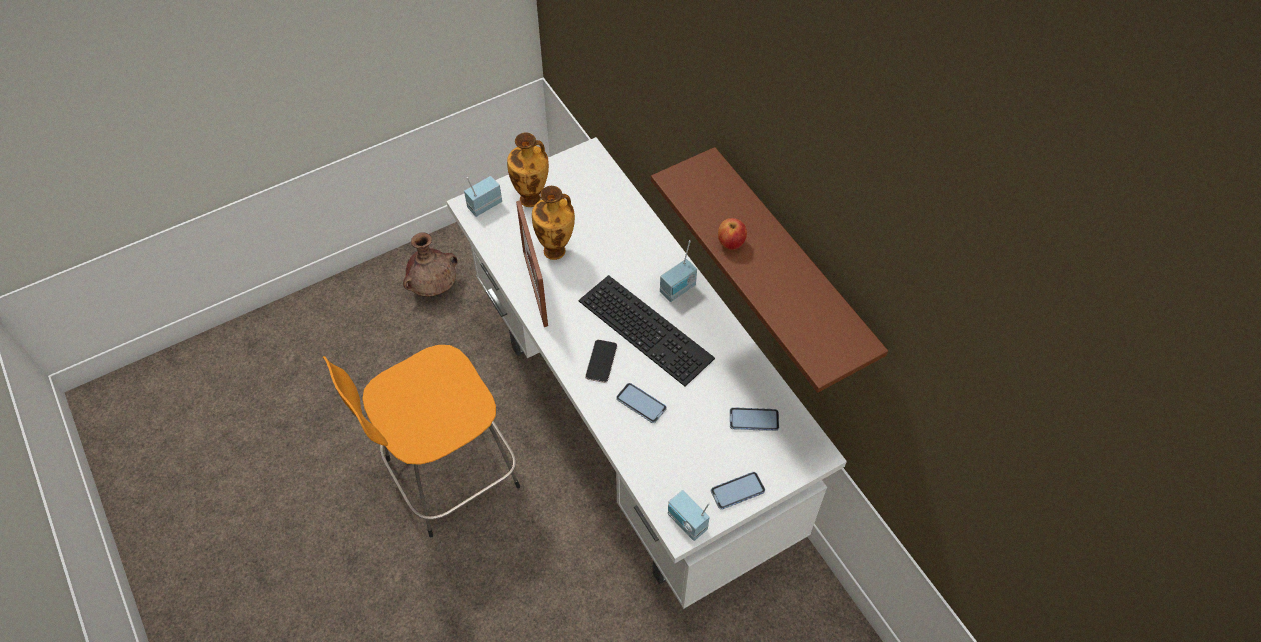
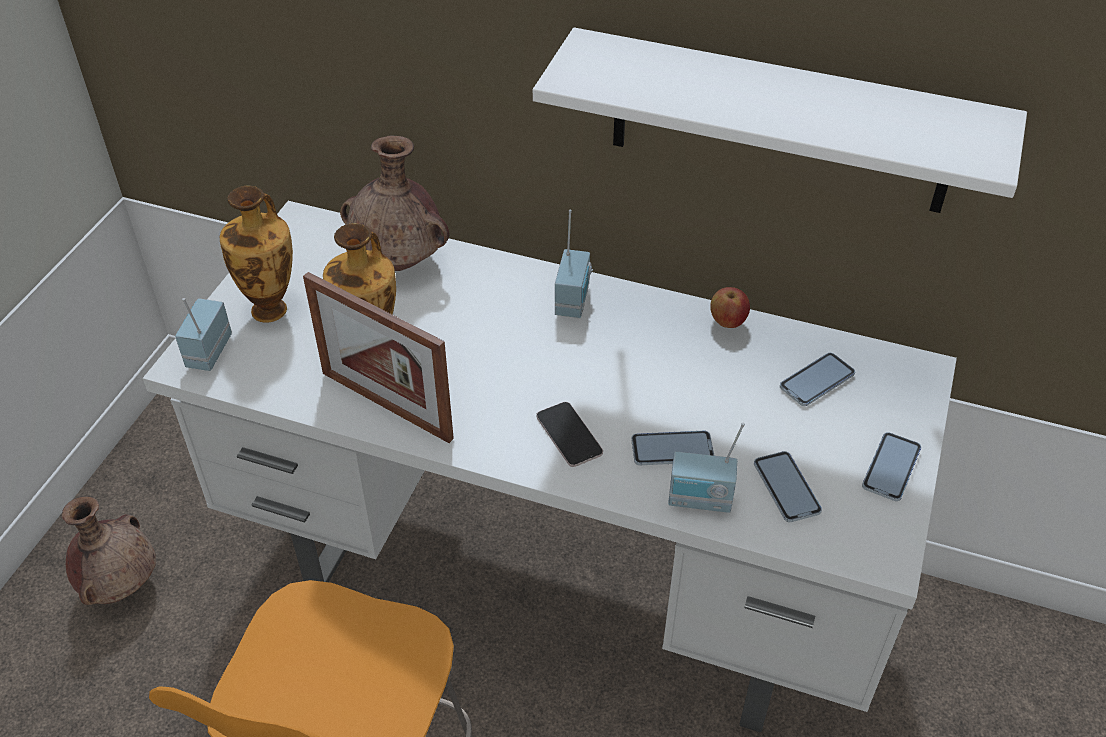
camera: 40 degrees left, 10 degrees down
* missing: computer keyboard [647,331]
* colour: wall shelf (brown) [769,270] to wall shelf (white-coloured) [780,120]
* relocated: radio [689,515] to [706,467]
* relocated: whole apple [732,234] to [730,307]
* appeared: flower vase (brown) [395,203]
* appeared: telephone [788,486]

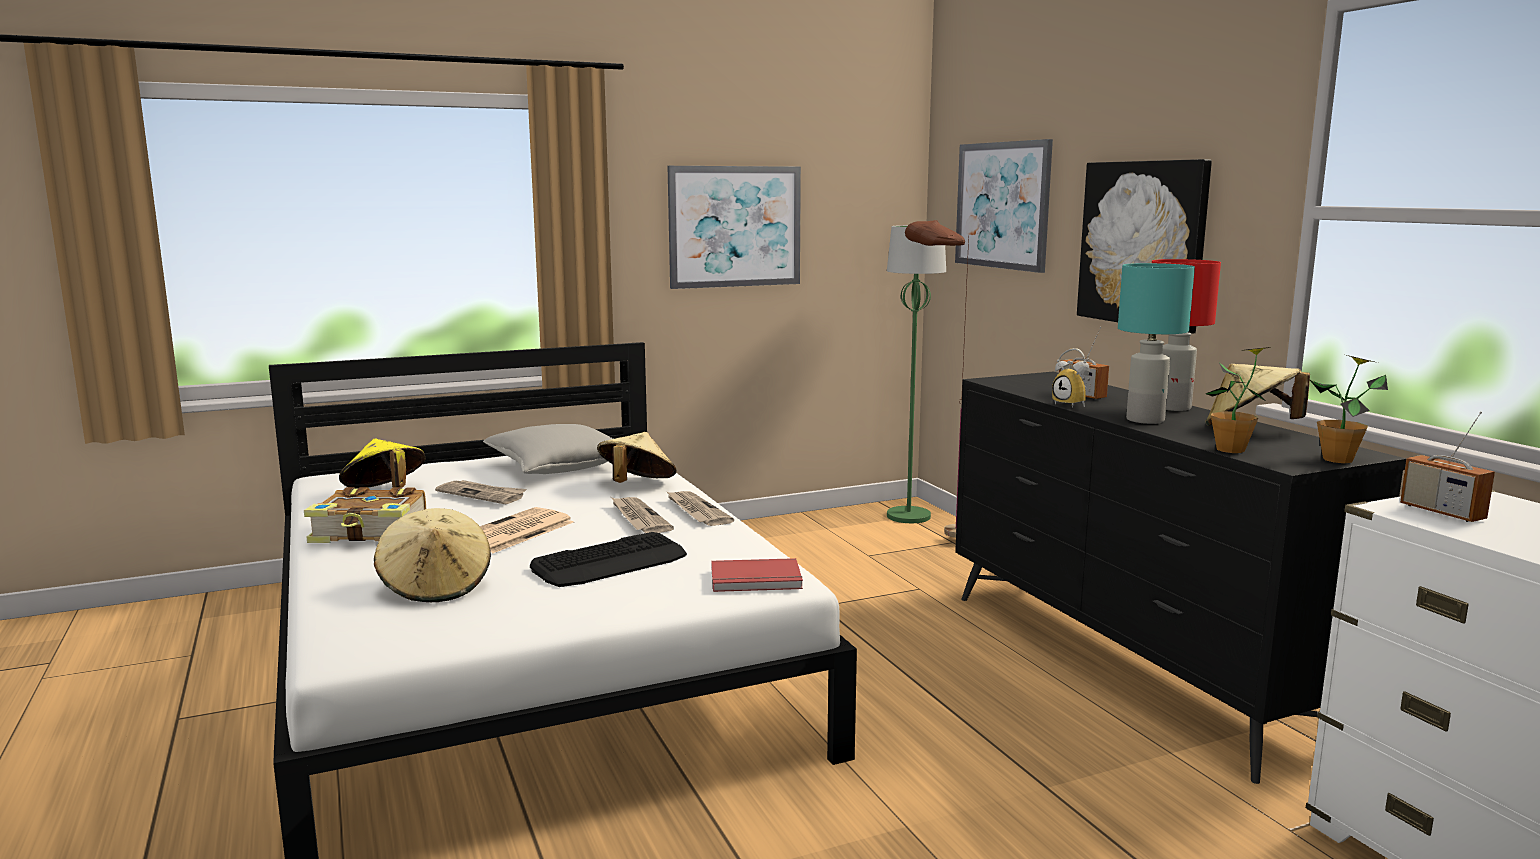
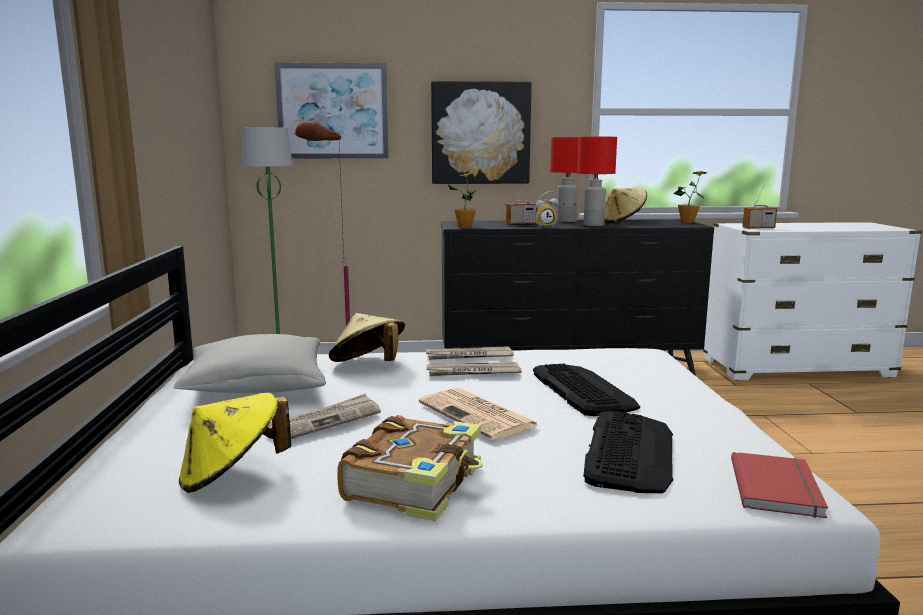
camera: 70 degrees left, 0 degrees up
* exchanged: clothing hat (beige-coloured) [432,555] to computer keyboard [628,452]
* missing: picture [734,227]
* relocated: volume (reddish) [757,575] to [779,485]
* colour: lamp for a table (turquoise) [1156,343] to lamp for a table (reddish) [597,181]
* relocated: potted plant [1238,400] to [462,200]

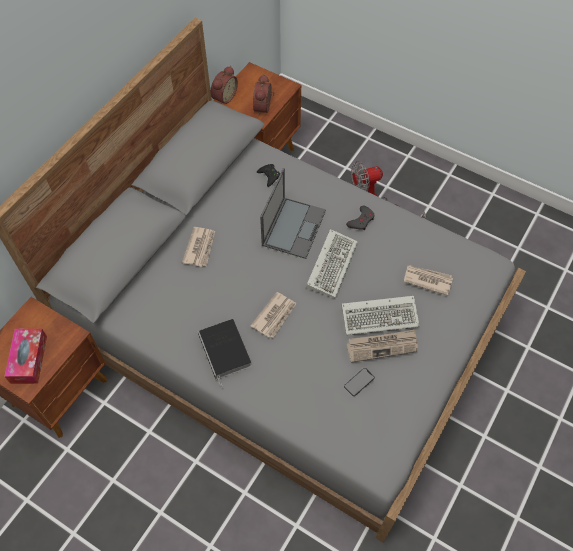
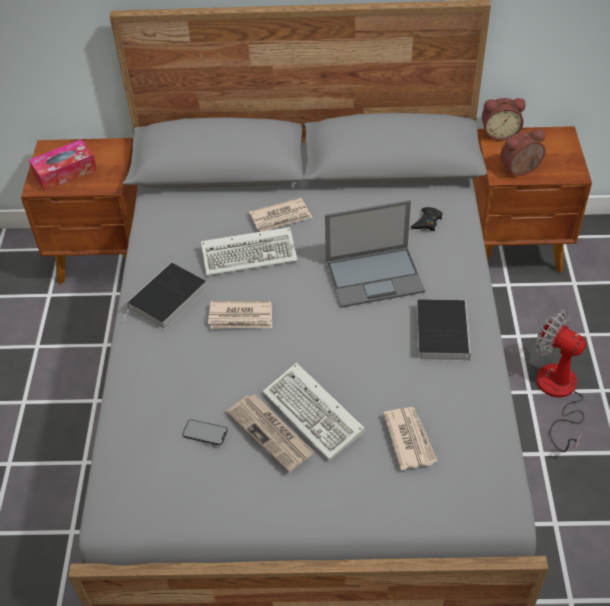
camera: 60 degrees right, 10 degrees down
* relocated: computer keyboard [332,263] to [249,251]
* exchanged: joypad (greyish) [360,218] to volume [443,330]

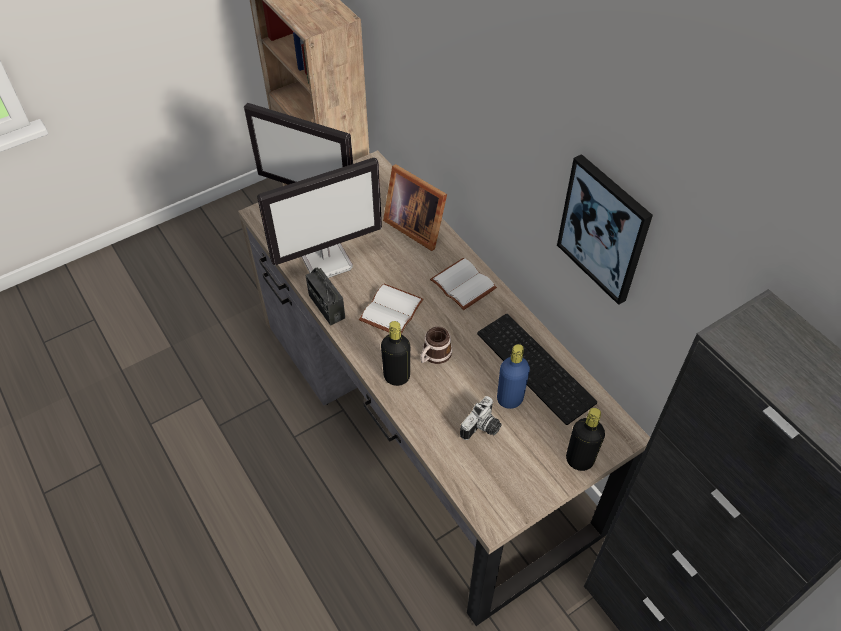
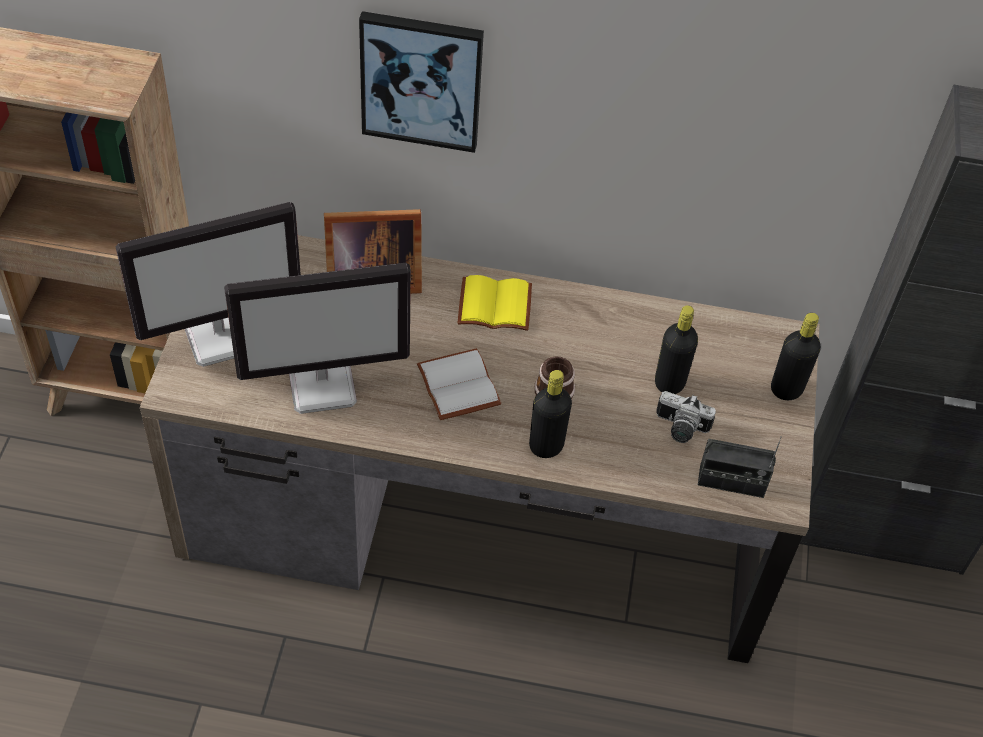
camera: 50 degrees left, 0 degrees up
* spun: monitor [319,217] = [317,338] 60 degrees clockwise
* relocated: radio [325,296] to [740,467]
* colour: volume (white-coloured) [463,284] to volume (yellow-coloured) [495,303]
* spun: still camera [481,418] = [686,417] 120 degrees clockwise
* missing: computer keyboard [537,369]
* colour: bottle (blue) [513,376] to bottle (black-coloured) [676,349]
* relocated: picture [605,229] to [421,82]

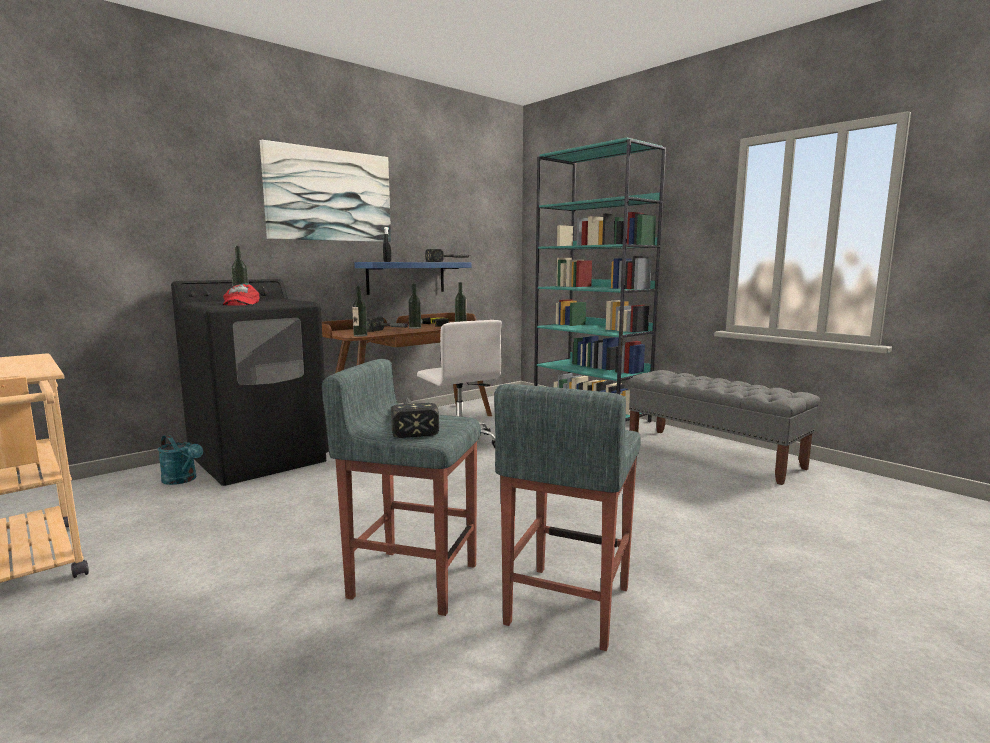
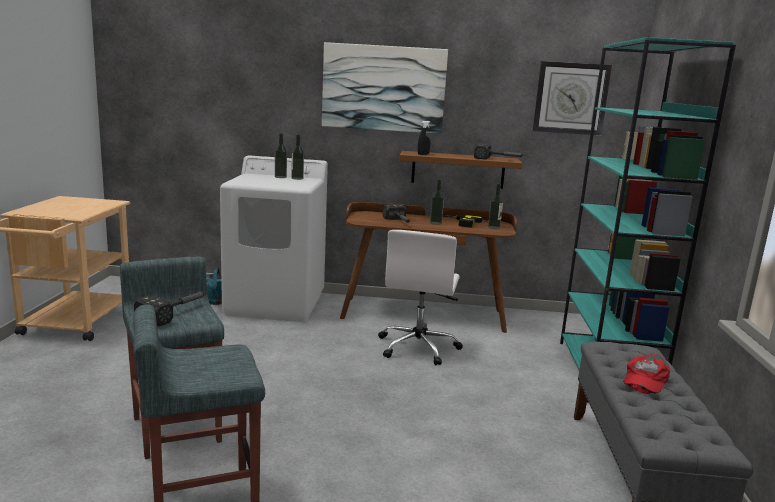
camera: 45 degrees right, 5 degrees up
* colour: laundry appliance (black-coloured) [250,382] to laundry appliance (white-coloured) [274,238]
* relocated: peaked cap (reddish) [241,294] to [647,374]
* relocated: bottle [359,311] to [297,157]
* colour: wall shelf (blue) [412,278] to wall shelf (brown) [460,170]
* appeared: hanging clock [572,98]

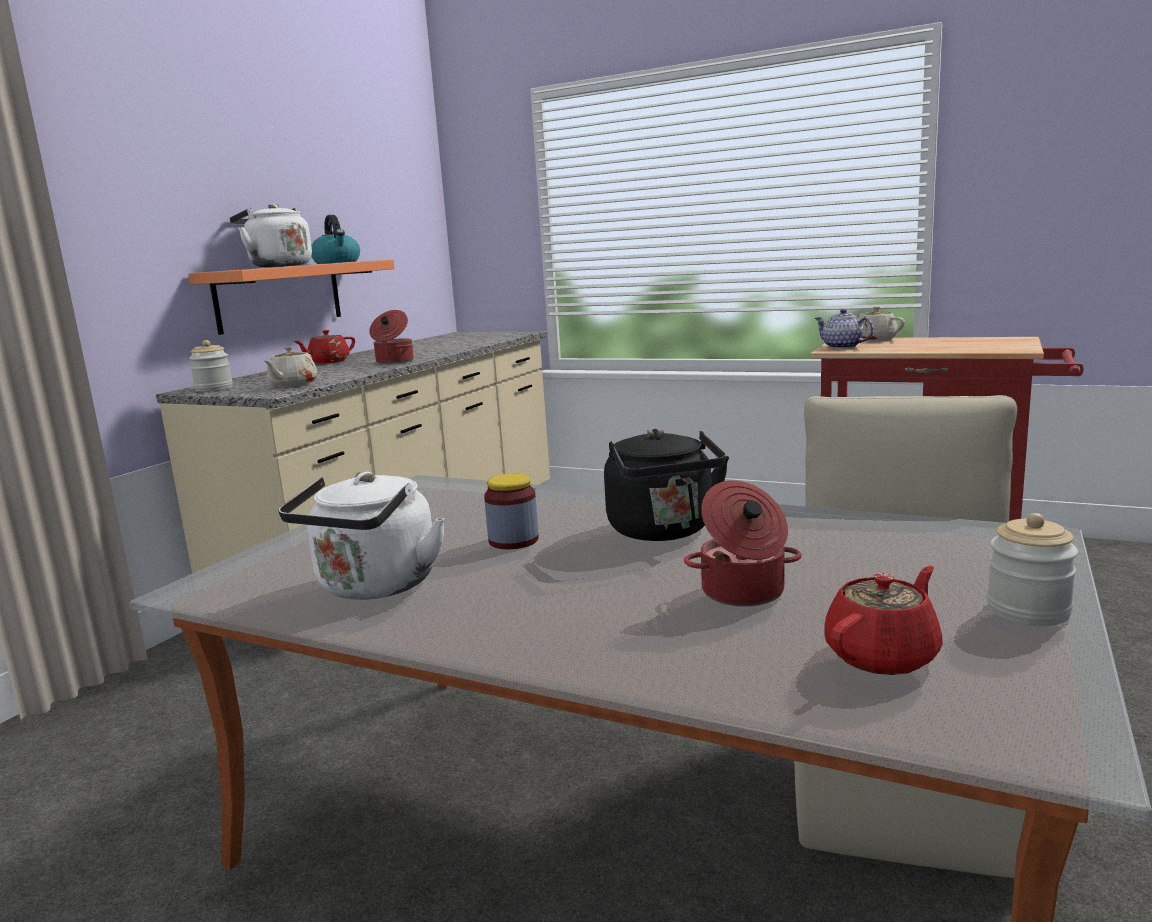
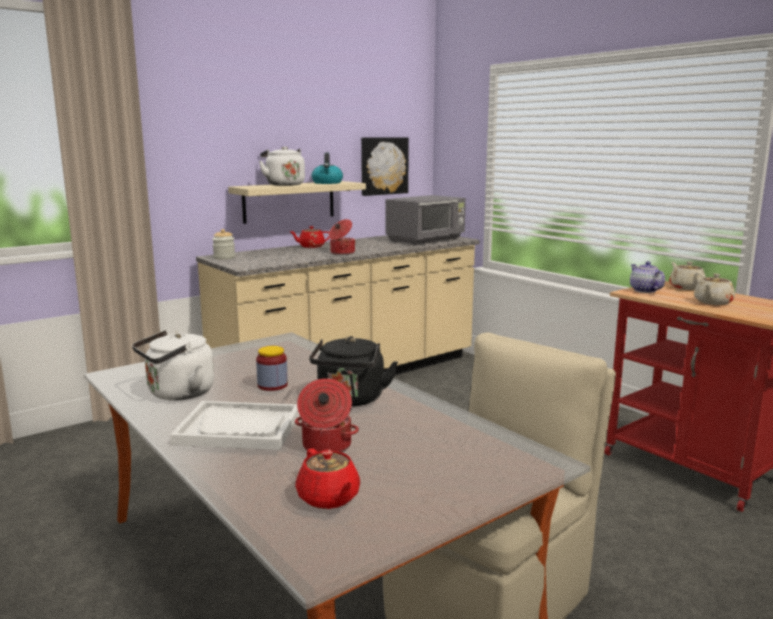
camera: 25 degrees right, 0 degrees up
* colour: wall shelf (orange) [291,297] to wall shelf (beige-coloured) [297,202]
* relocated: tea pot (beige-coloured) [291,366] to [714,289]
* spun: tea pot (reddish) [883,620] = [327,479] 75 degrees clockwise
* missing: preserve jar [1032,569]
* appeared: carrying tray (white-coloured) [235,425]
* appeared: picture [385,166]
* appeared: microwave oven (greyish) [426,220]

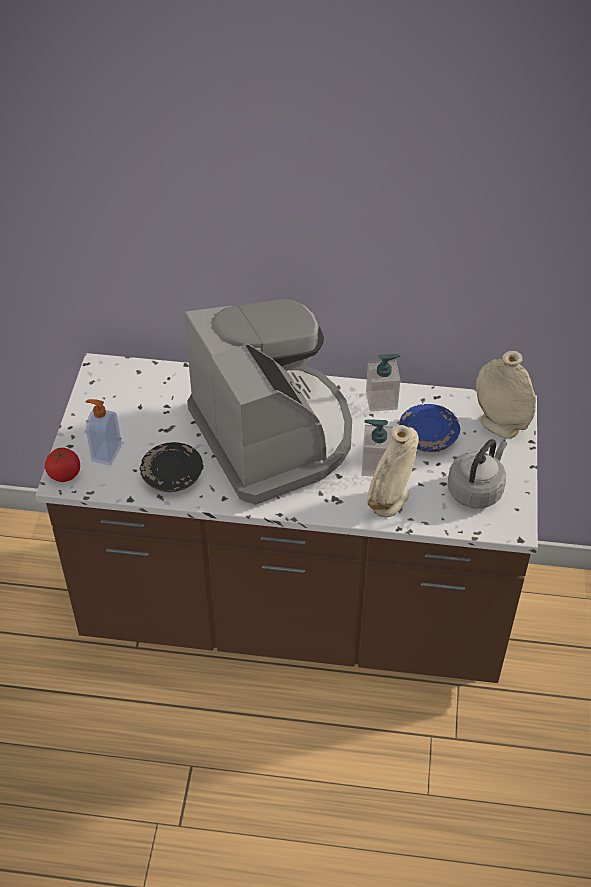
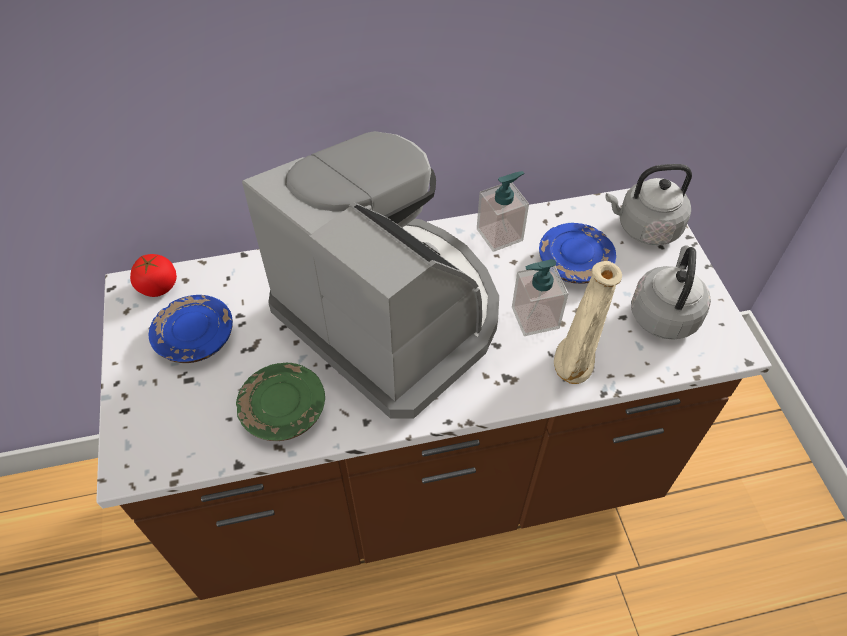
camera: 20 degrees left, 5 degrees up
* relocated: fresh tomato [62,465] to [153,275]
* missing: liquid soap bottle [104,432]
* colour: dinner plate (black-coloured) [171,467] to dinner plate (green-coloured) [280,402]
* exchanged: flower vase (beige-coloured) [506,395] to tea kettle (greyish) [649,204]
* appeared: dinner plate (blue) [190,329]

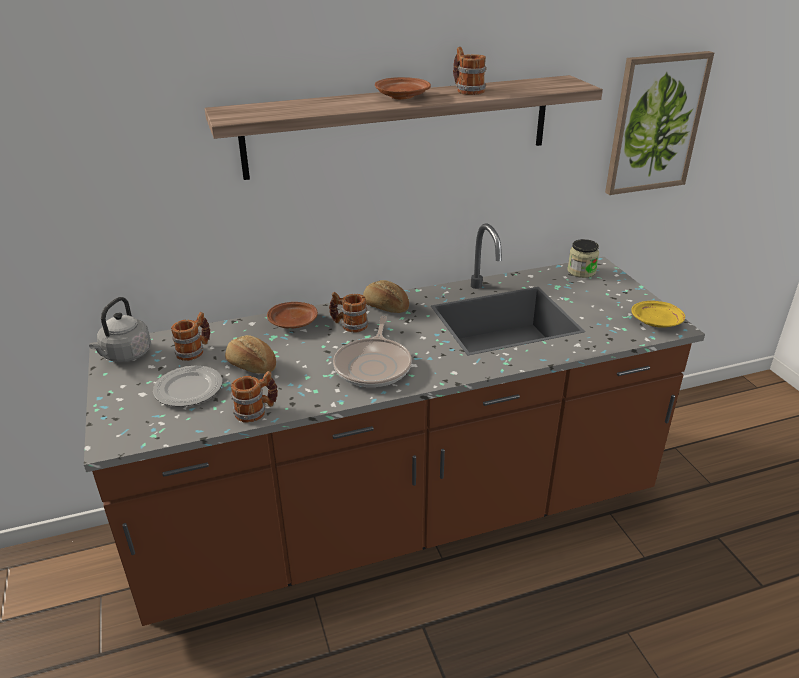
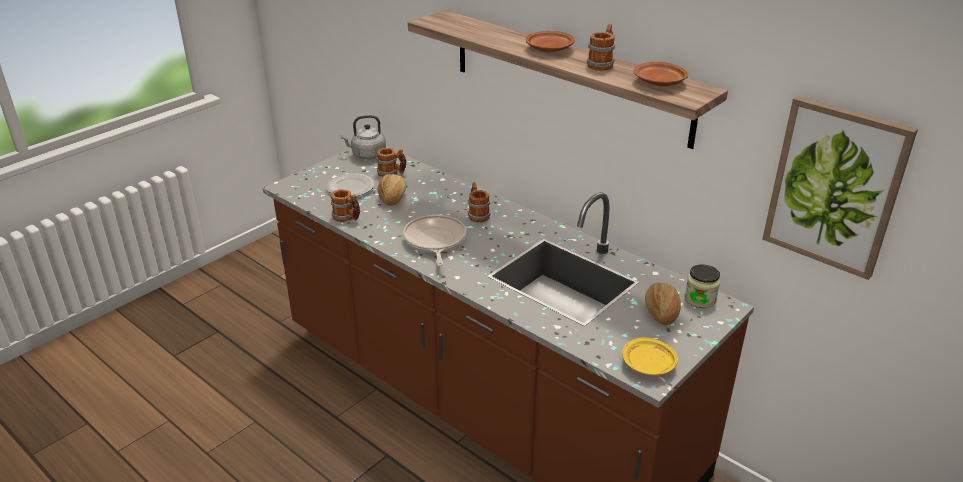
camera: 60 degrees right, 0 degrees up
* relocated: dinner plate (brown) [292,315] to [661,74]
* spun: skillet [372,351] = [434,240] 105 degrees clockwise
* relocated: bakery bread [386,296] to [663,303]

